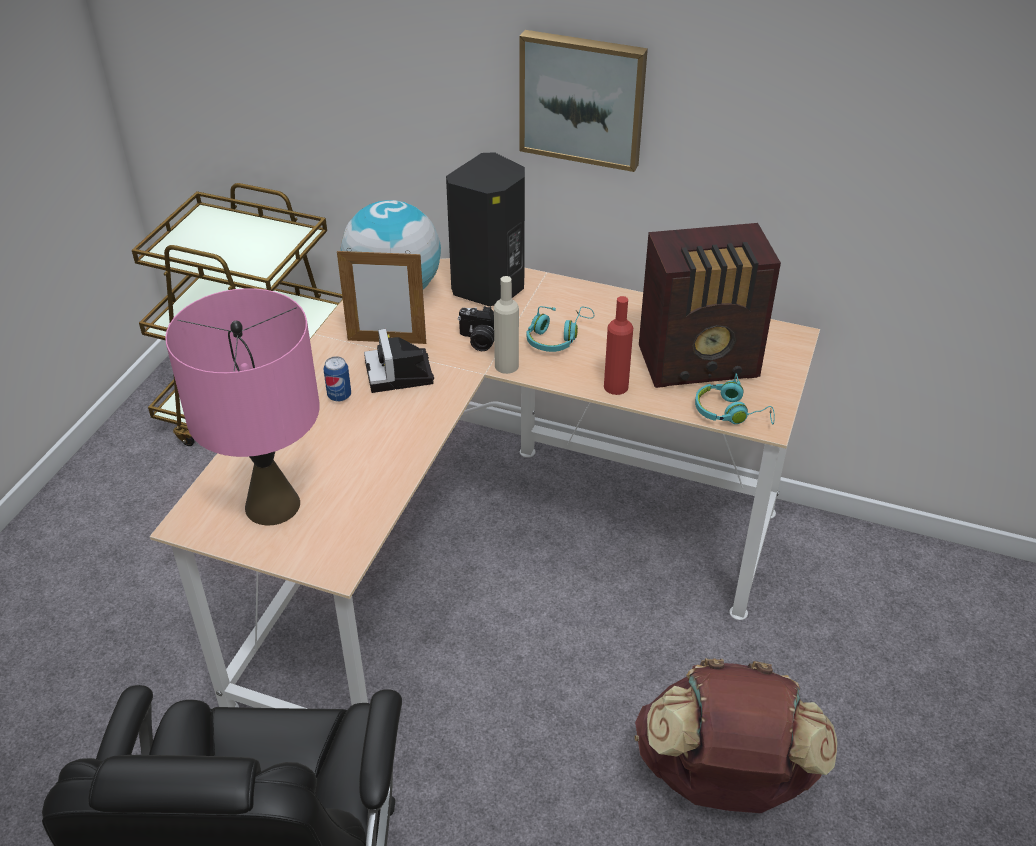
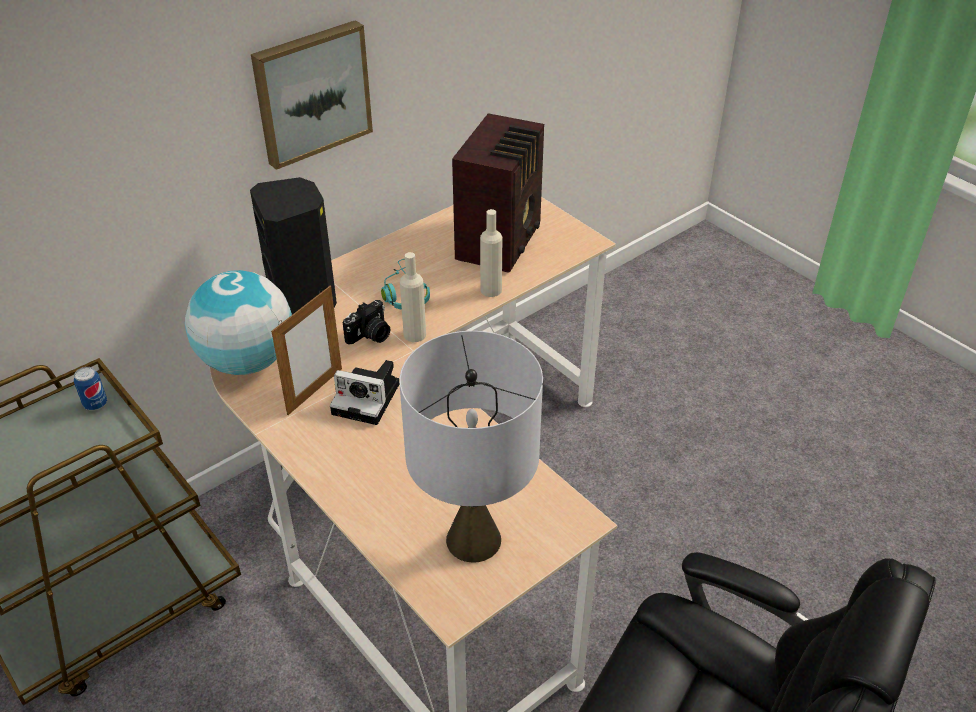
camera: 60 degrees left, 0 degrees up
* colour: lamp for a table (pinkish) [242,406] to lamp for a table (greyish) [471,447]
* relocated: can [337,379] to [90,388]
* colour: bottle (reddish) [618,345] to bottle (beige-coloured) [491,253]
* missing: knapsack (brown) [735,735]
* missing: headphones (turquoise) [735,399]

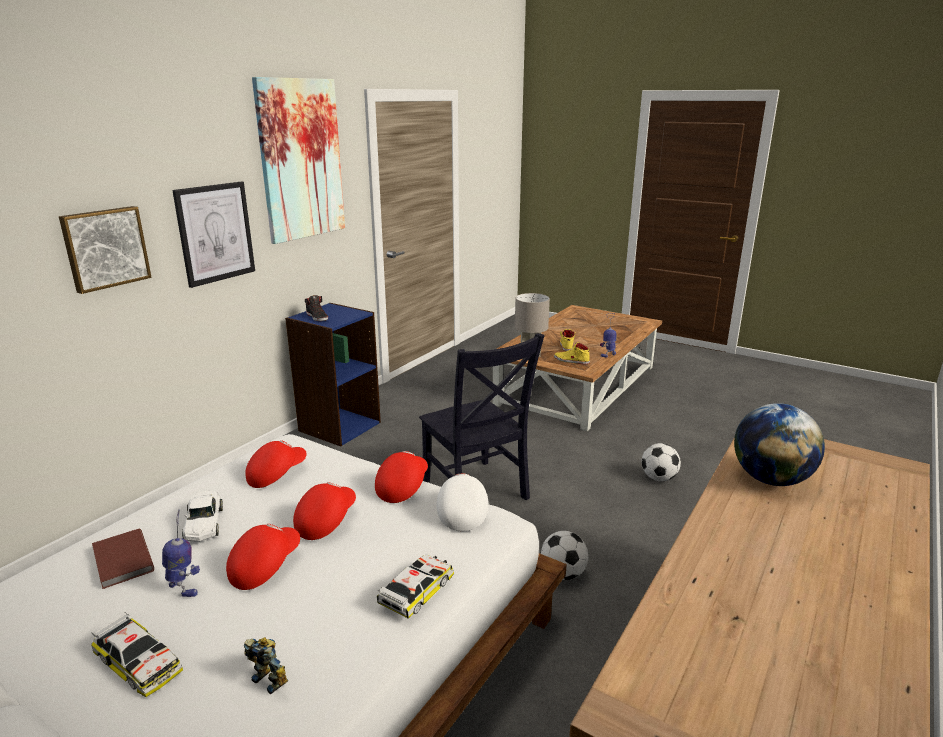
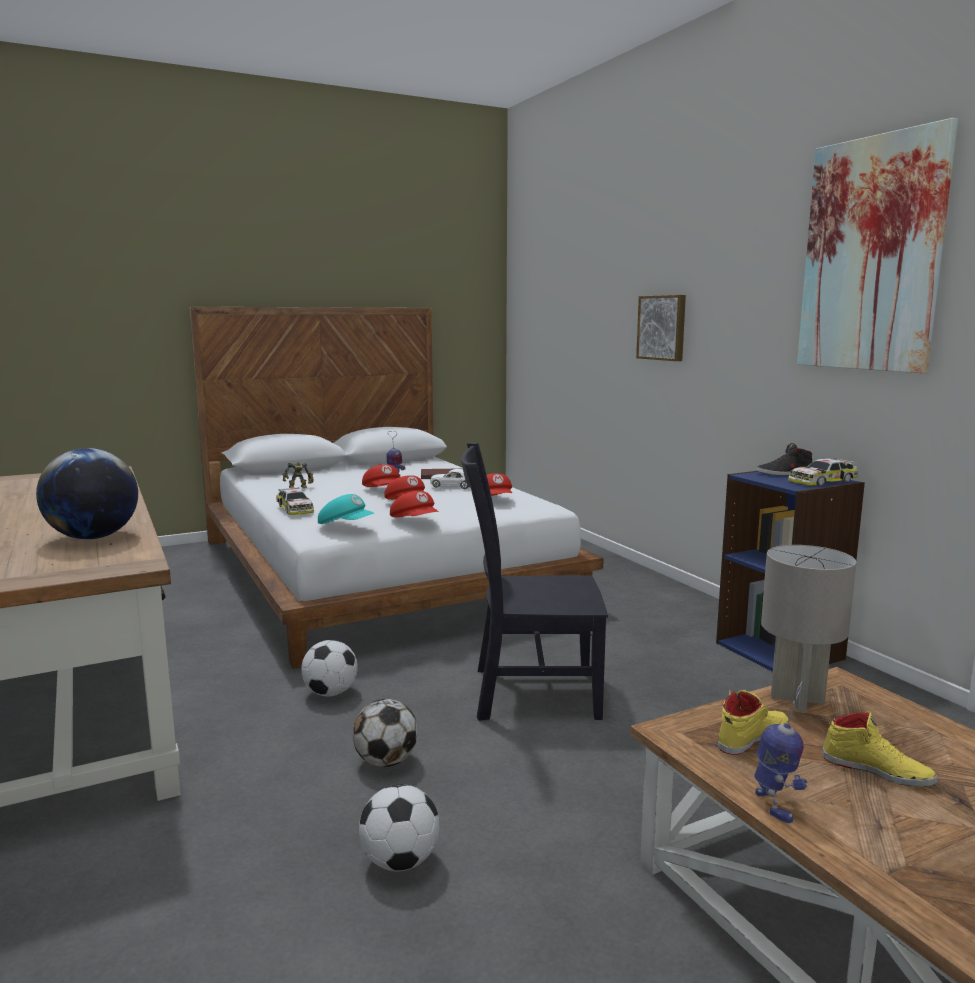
camera: 120 degrees right, 10 degrees down
* relocated: miniature car [137,654] to [823,472]
* missing: picture [213,235]
* colour: peaked cap (white-coloured) [463,502] to peaked cap (turquoise) [346,509]
* appeared: ball for football [385,733]

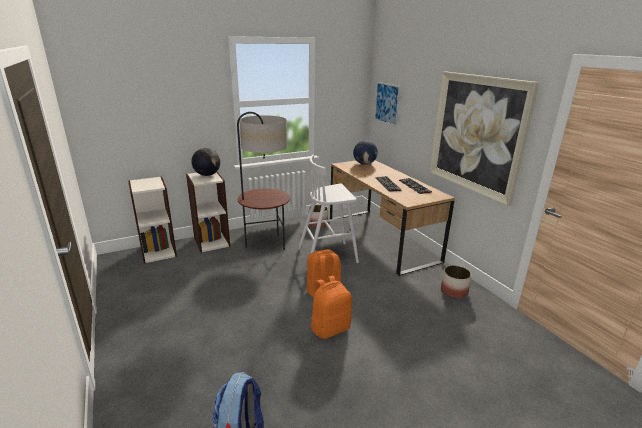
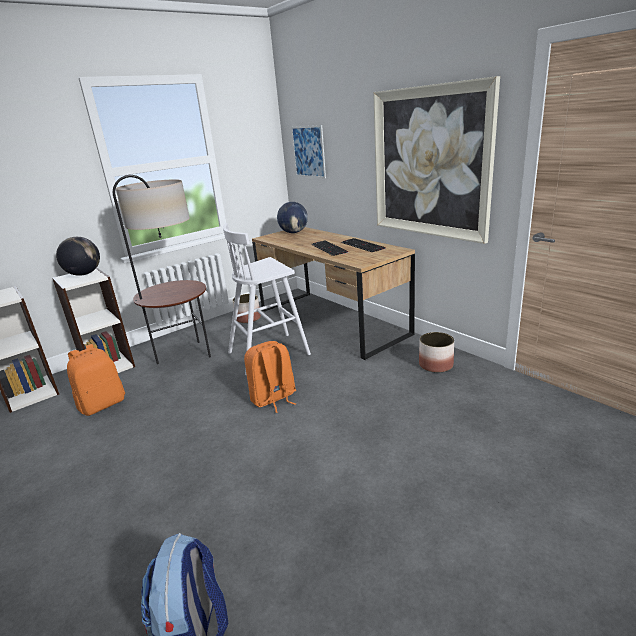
camera: 10 degrees left, 0 degrees up
* relocated: knapsack (orange) [331,307] to [96,380]

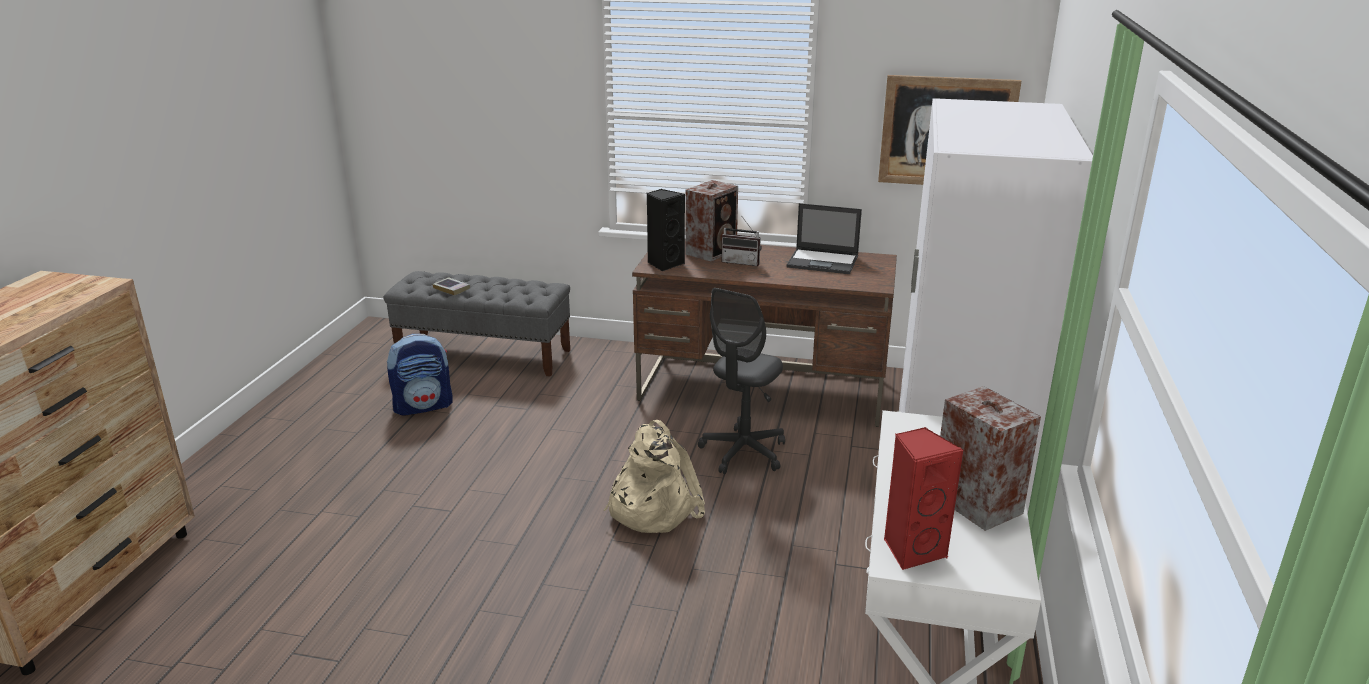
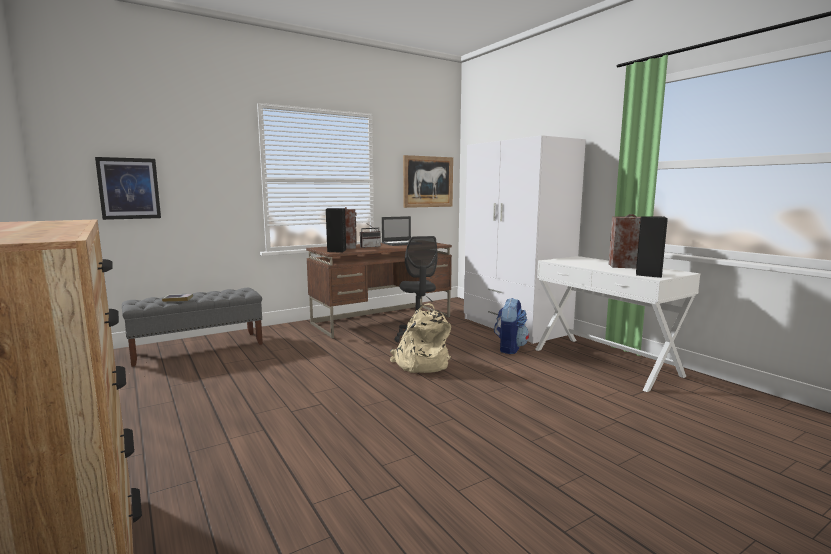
camera: 45 degrees left, 15 degrees down
* relocated: knapsack [420,375] to [511,326]
* colour: audio speaker (reddish) [923,498] to audio speaker (black-coloured) [652,247]
* appeared: picture [128,188]

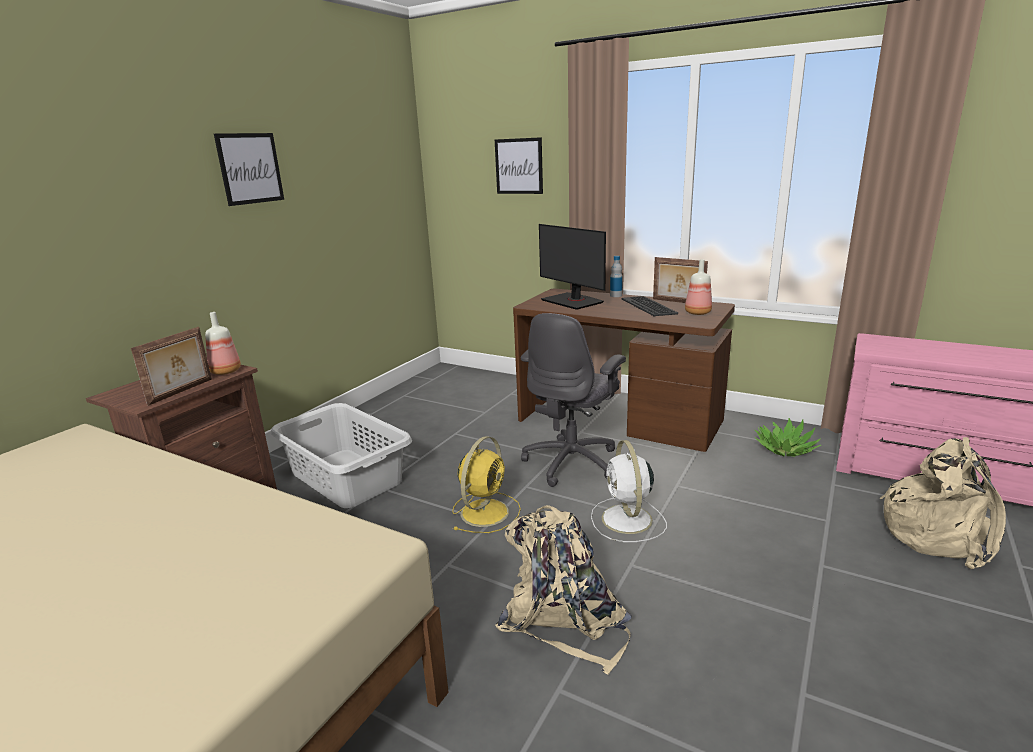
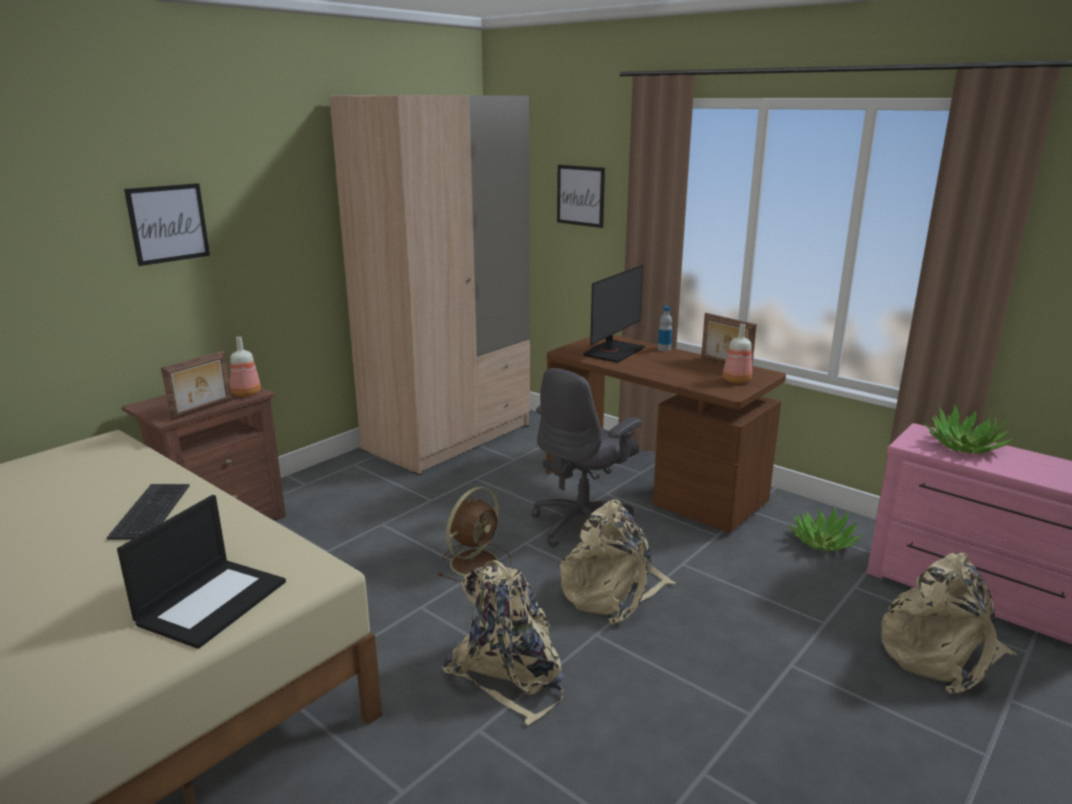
camera: 10 degrees right, 0 degrees up
* relocated: picture [249,169] to [167,224]
* missing: laundry basket (greyish) [341,455]
* colour: cooling fan (yellow-coloured) [486,484] to cooling fan (brown) [475,534]
* spun: monitor [572,267] = [614,313] 120 degrees counterclockwise
* exchanged: cooling fan (white-coloured) [629,491] to knapsack (beige-coloured) [618,562]
* relocated: computer keyboard [650,306] to [148,512]
* appeared: laptop [201,572]
* appeared: clothes cupboard (beige-coloured) [429,285]
* appeared: potted plant [969,429]

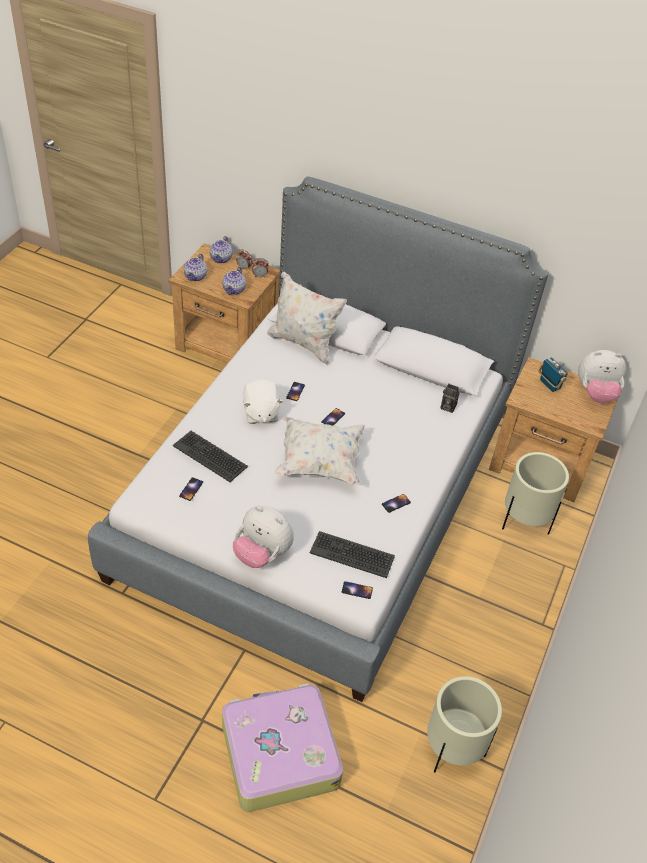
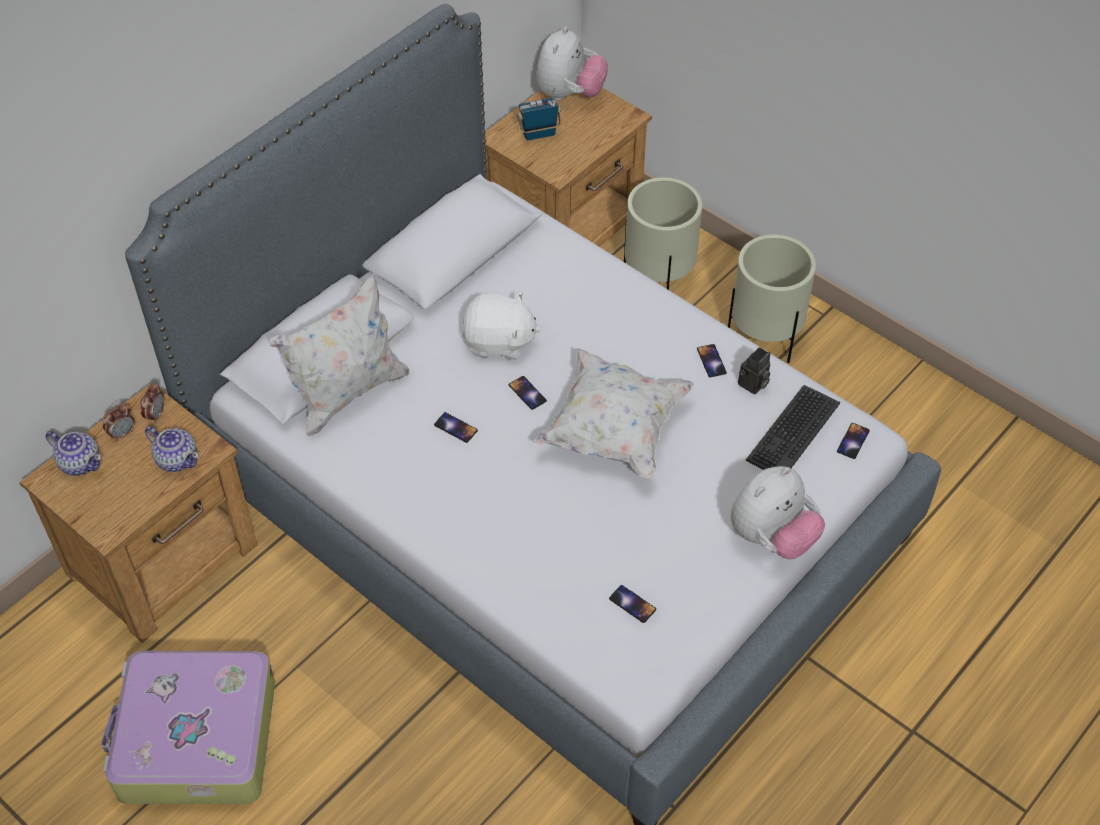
camera: 70 degrees left, 5 degrees up
* missing: computer keyboard [210,456]
* missing: tea pot [195,267]
* relocated: piece of luggage [282,747] to [188,727]
* relocated: plush toy (white-coloured) [263,401] to [501,326]
* relocated: flower pot (beige-coloured) [464,724] to [772,298]
* relocated: still camera [450,398] to [754,371]

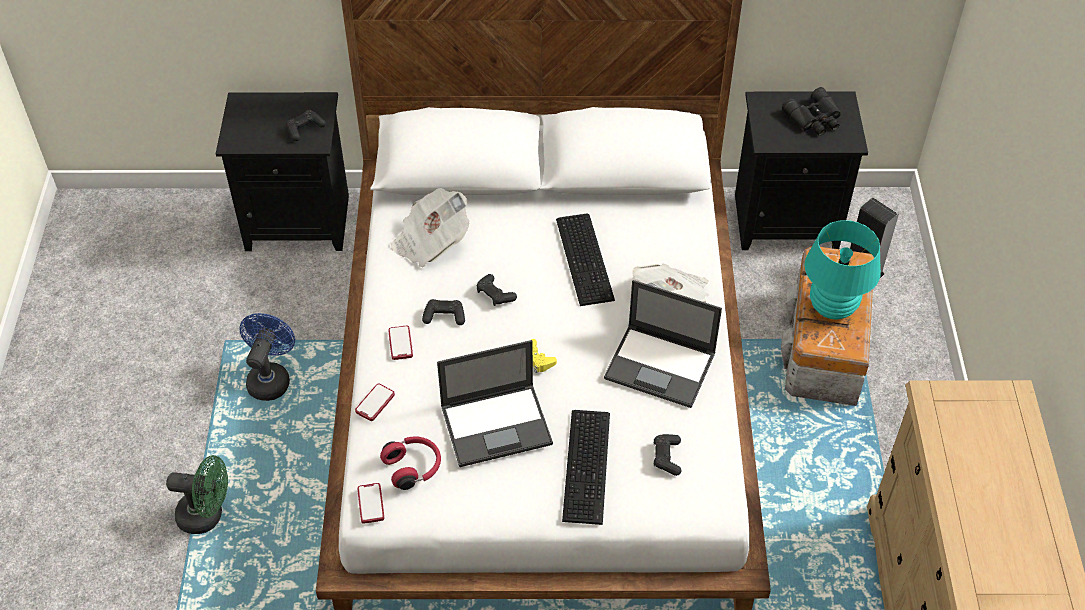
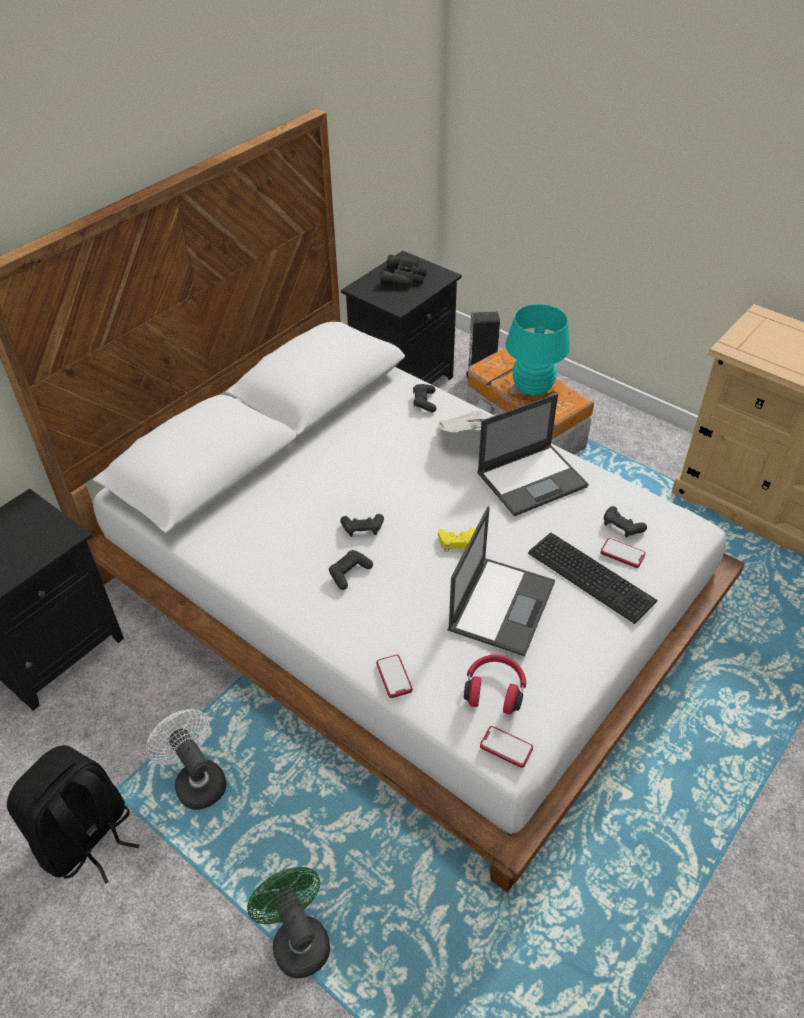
camera: 50 degrees left, 5 degrees down
* spun: cooling fan (green-coloured) [197,494] = [288,922] 75 degrees counterclockwise
* colour: cooling fan (blue) [267,357] to cooling fan (white-coloured) [186,759]
* relocated: joypad (black-coloured) [306,125] to [425,398]
* relocated: telephone [400,343] to [623,553]
* missing: daily paper [430,228]
* missing: computer keyboard [585,260]
* appeared: knapsack (black-coloured) [73,814]

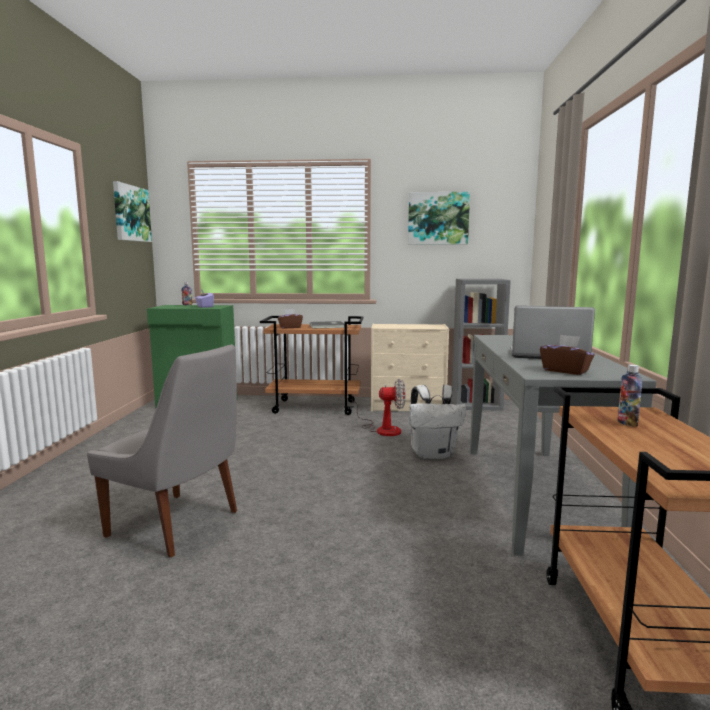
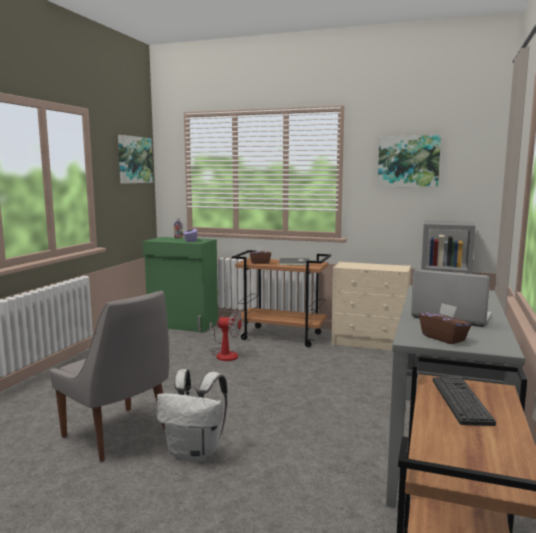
camera: 15 degrees right, 0 degrees up
* relocated: cooling fan [379,407] to [225,335]
* relocated: knapsack (white-coloured) [438,422] to [192,415]
* exchanged: bottle [629,395] to computer keyboard [464,401]

